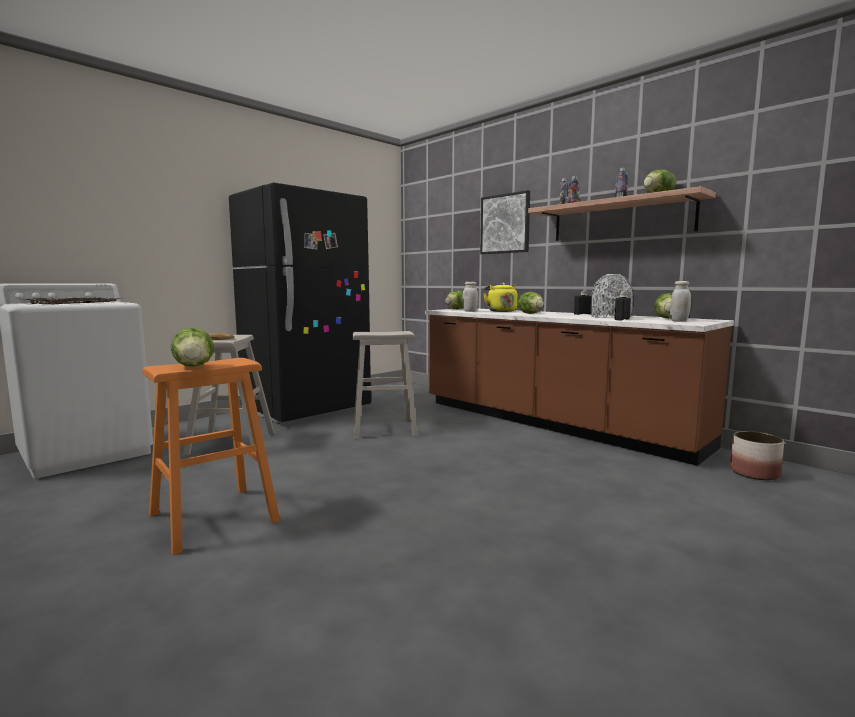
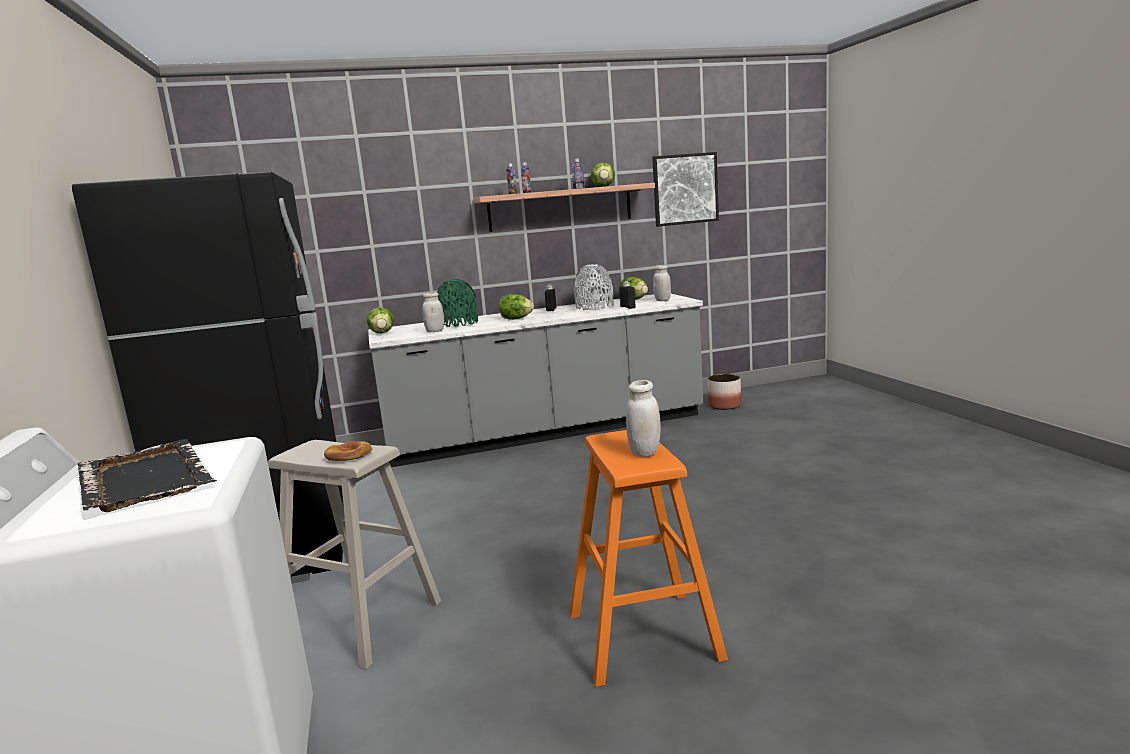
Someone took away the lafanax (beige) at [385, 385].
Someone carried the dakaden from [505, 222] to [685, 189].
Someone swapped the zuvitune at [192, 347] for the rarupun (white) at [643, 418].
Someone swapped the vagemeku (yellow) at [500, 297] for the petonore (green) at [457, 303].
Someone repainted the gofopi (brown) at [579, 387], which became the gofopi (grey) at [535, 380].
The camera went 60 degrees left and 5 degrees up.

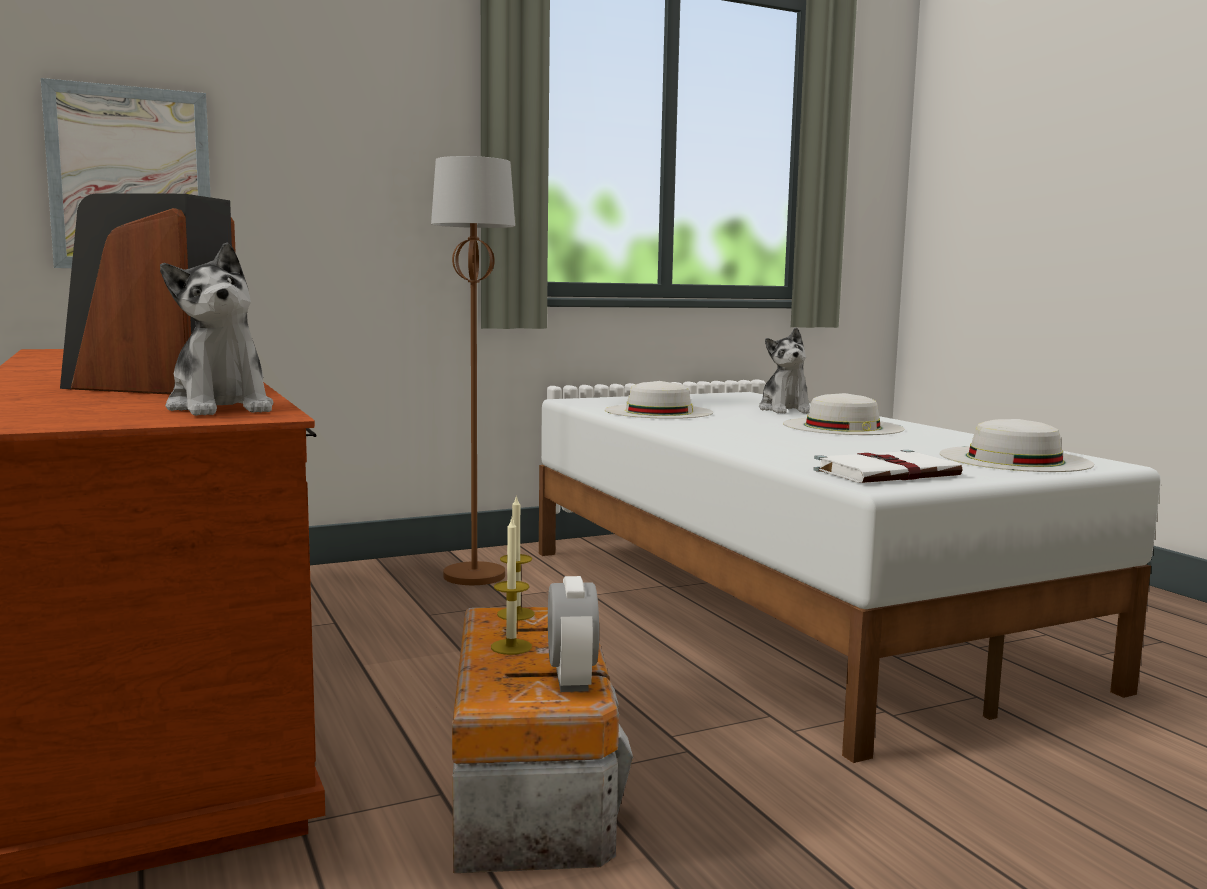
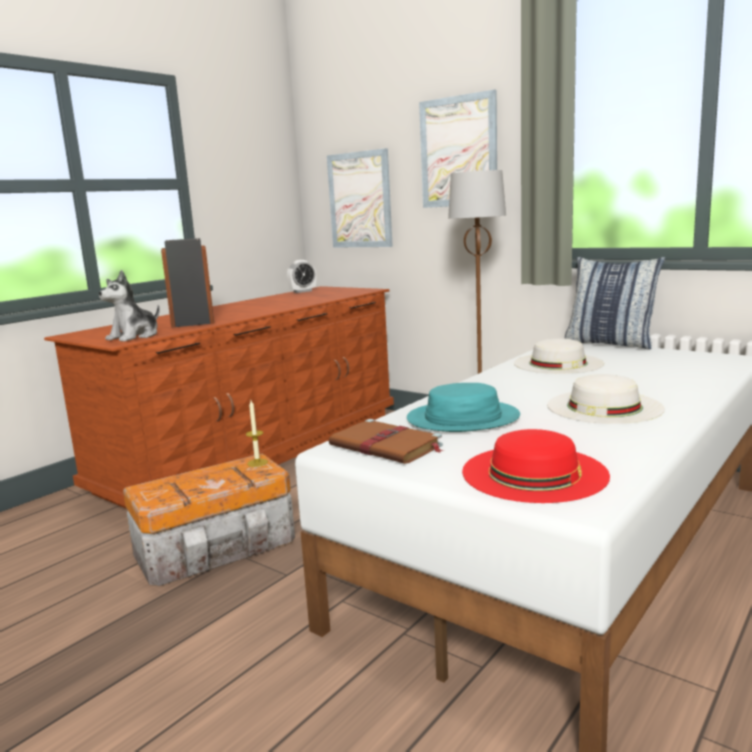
Someone took away the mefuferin at [511, 585].
Someone took away the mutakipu at [784, 370].
Someone put down the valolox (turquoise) at [463, 407].
Someone put up the dakaden at [458, 148].
Someone put down the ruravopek at [615, 303].
Someone carried the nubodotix from [573, 634] to [301, 276].
Someone repainted the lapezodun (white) at [888, 466], which became the lapezodun (brown) at [386, 441].
Someone repainted the valolox (white) at [1017, 445], which became the valolox (red) at [536, 466].
The camera went 65 degrees right and 5 degrees up.

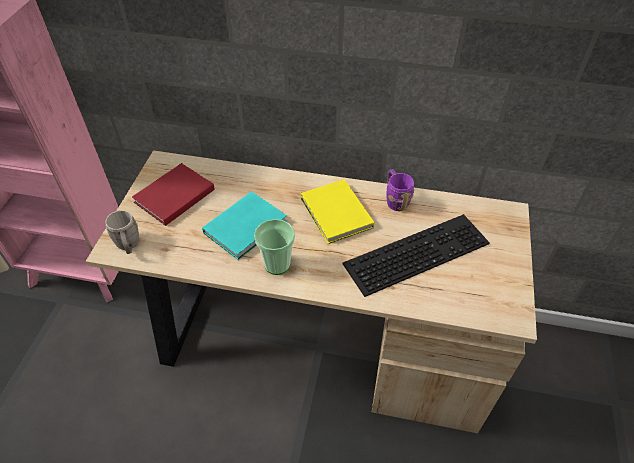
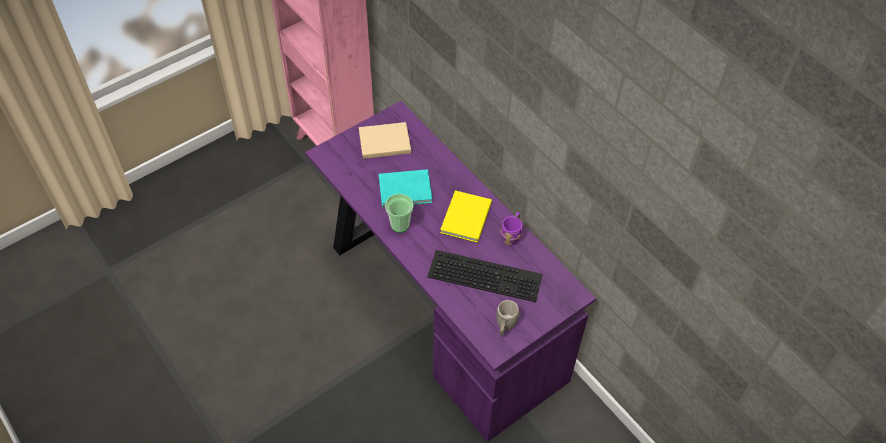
Someone carried the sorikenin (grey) from [122, 232] to [508, 318].
Someone repainted the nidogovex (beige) at [311, 291], which became the nidogovex (purple) at [450, 271].
Someone repainted the lapezodun (red) at [173, 194], which became the lapezodun (beige) at [385, 140].
The camera went 40 degrees right and 5 degrees up.

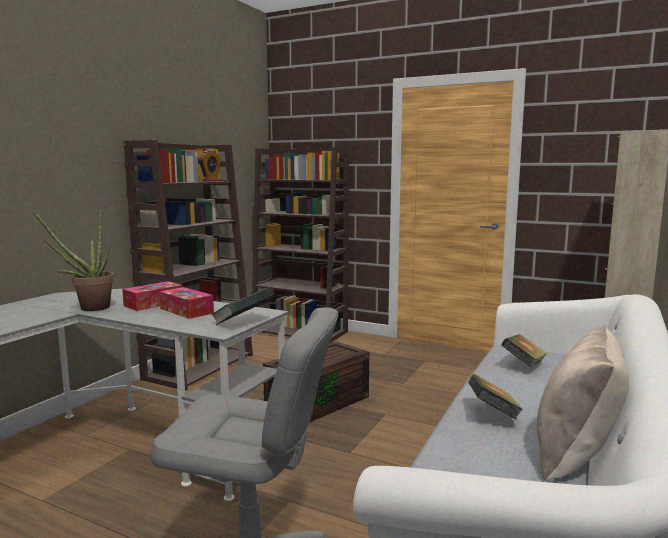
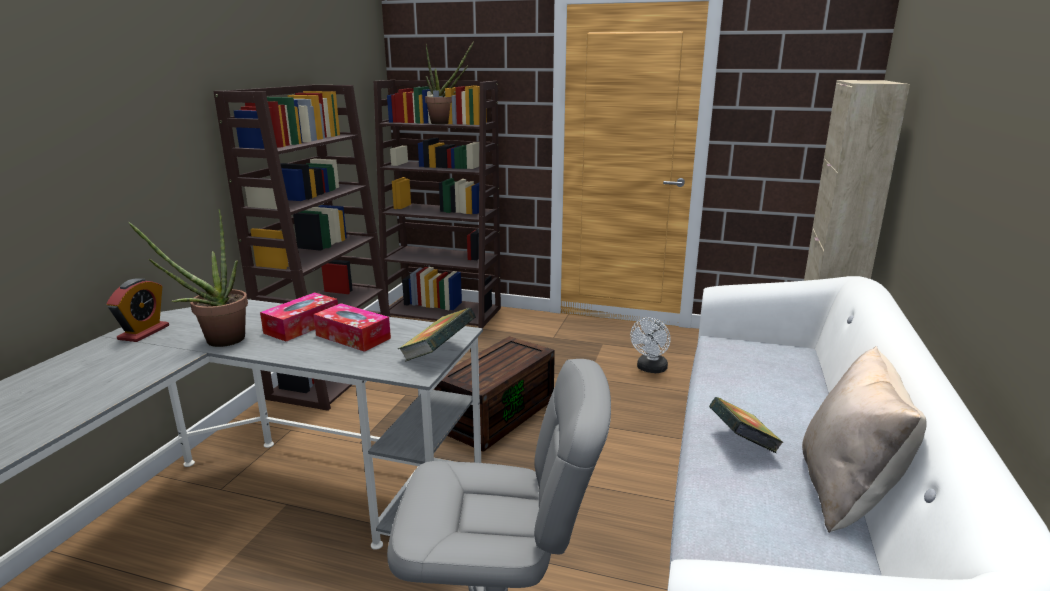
Someone took away the lapezodun at [524, 350].
Someone put down the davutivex at [449, 82].
Someone put down the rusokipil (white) at [650, 345].
Someone carried the nubodotix from [210, 166] to [137, 310].
The camera went 10 degrees left and 10 degrees up.

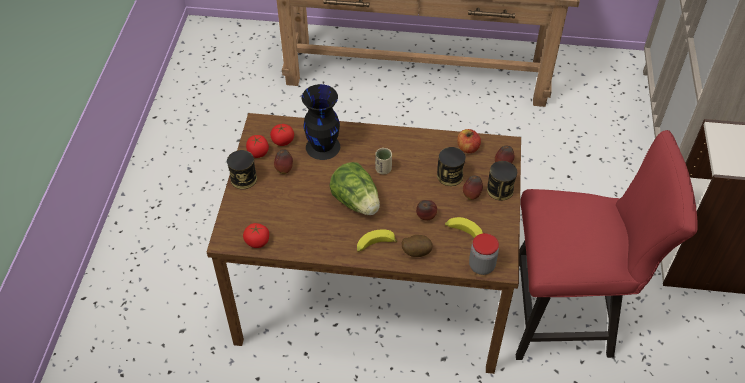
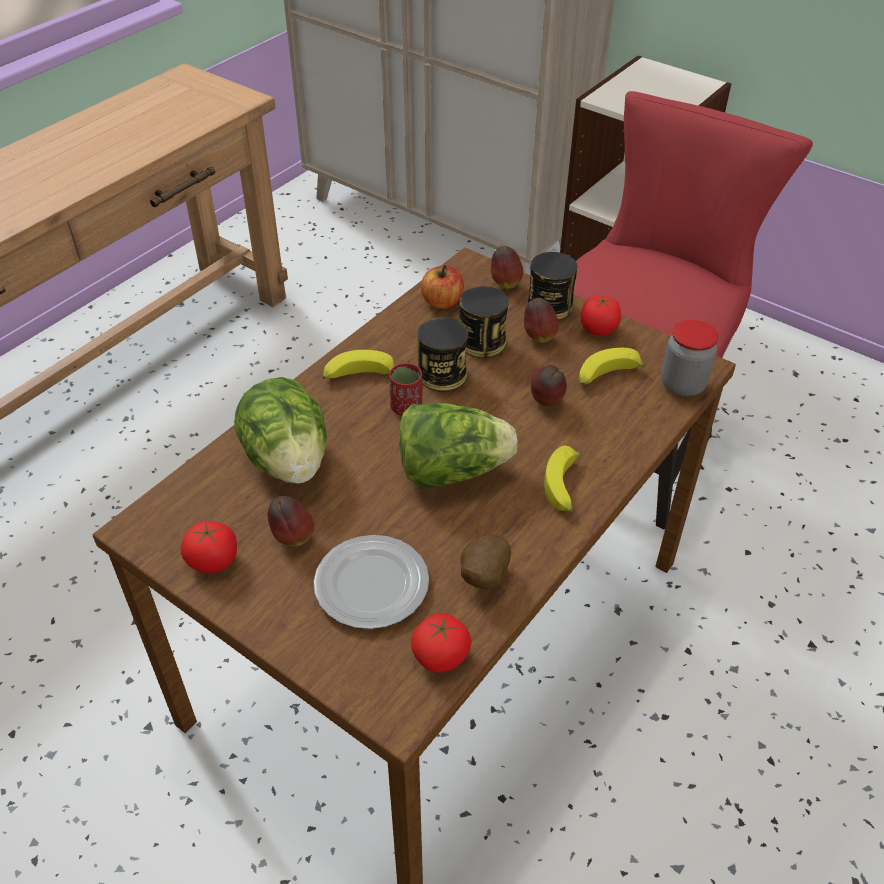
Someone put down the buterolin at [371, 582].
Someone put down the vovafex at [358, 364].
Someone carried the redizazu from [242, 169] to [443, 354].
Someone carried the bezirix from [282, 135] to [601, 315].
Someone carried the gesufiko from [417, 246] to [486, 562].
Someone swapped the petonore (black) at [321, 122] for the zuvitune at [280, 430].
Someone repainted the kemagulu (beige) at [383, 161], which became the kemagulu (red) at [405, 389].
The camera went 60 degrees left and 5 degrees down.

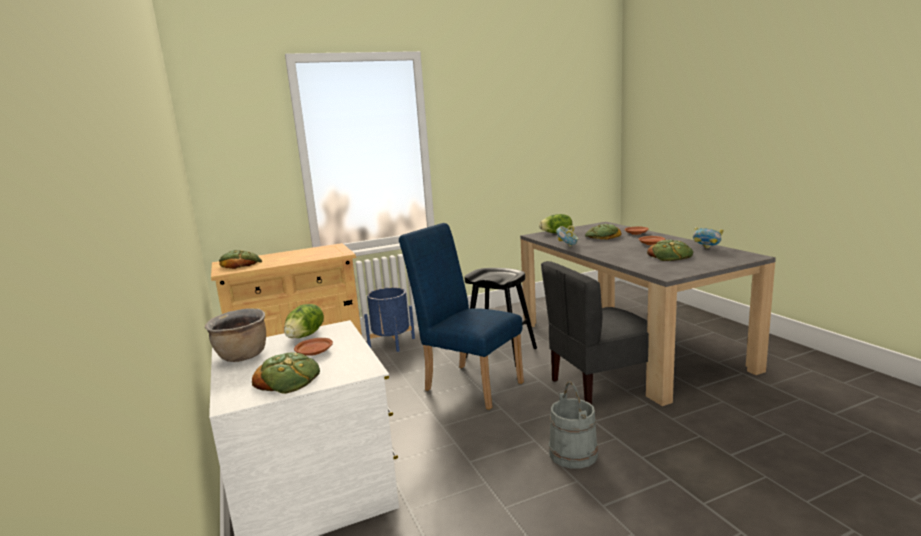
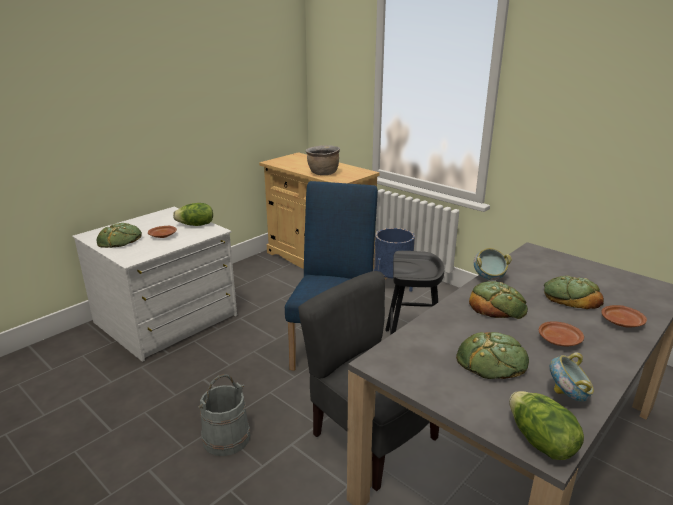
Someone carried the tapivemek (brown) from [235, 335] to [323, 160].
Someone carried the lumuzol from [240, 259] to [498, 300].
Someone carried the zuvitune from [555, 223] to [546, 425].
The camera went 65 degrees right and 10 degrees up.

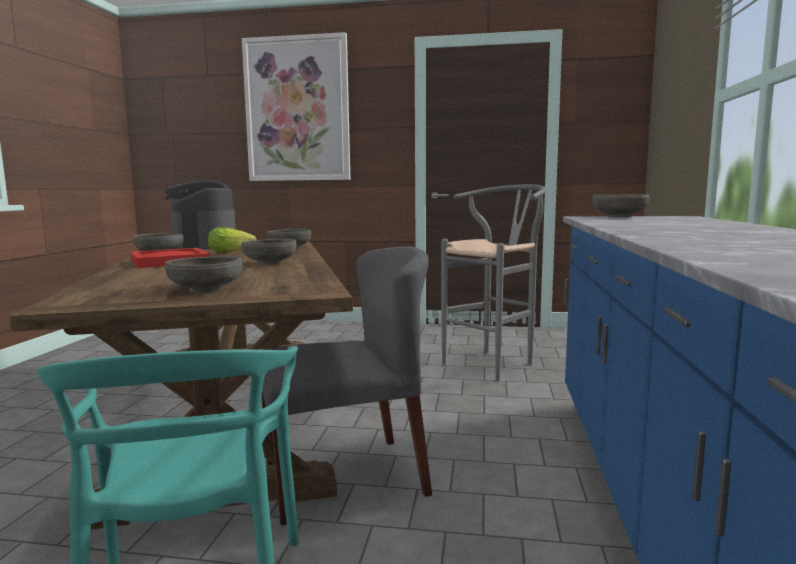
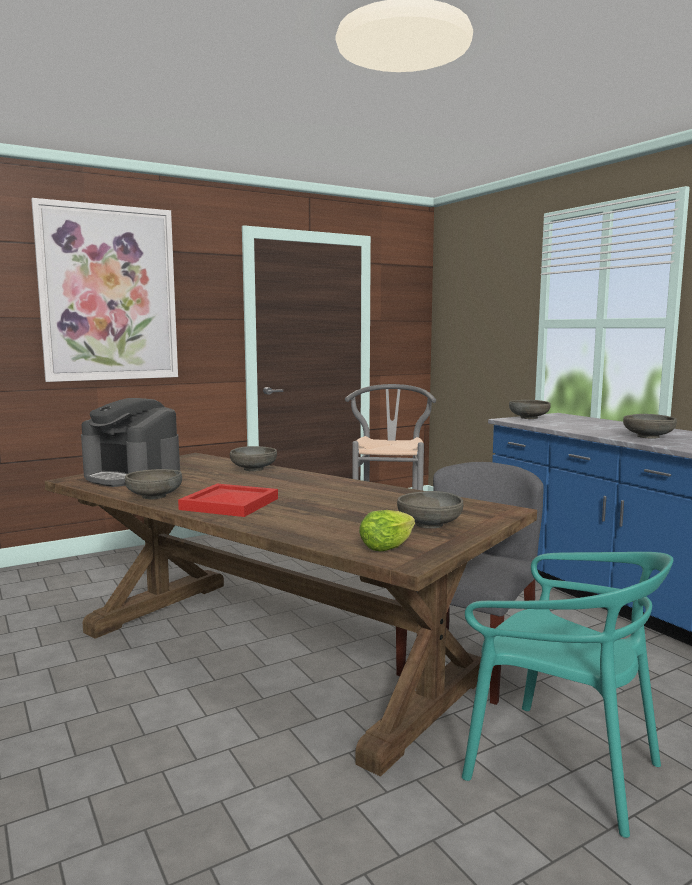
Someone carried the zuvitune from [232, 239] to [387, 531].
Someone carried the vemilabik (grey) from [269, 252] to [650, 426].
The camera went 40 degrees left and 0 degrees up.

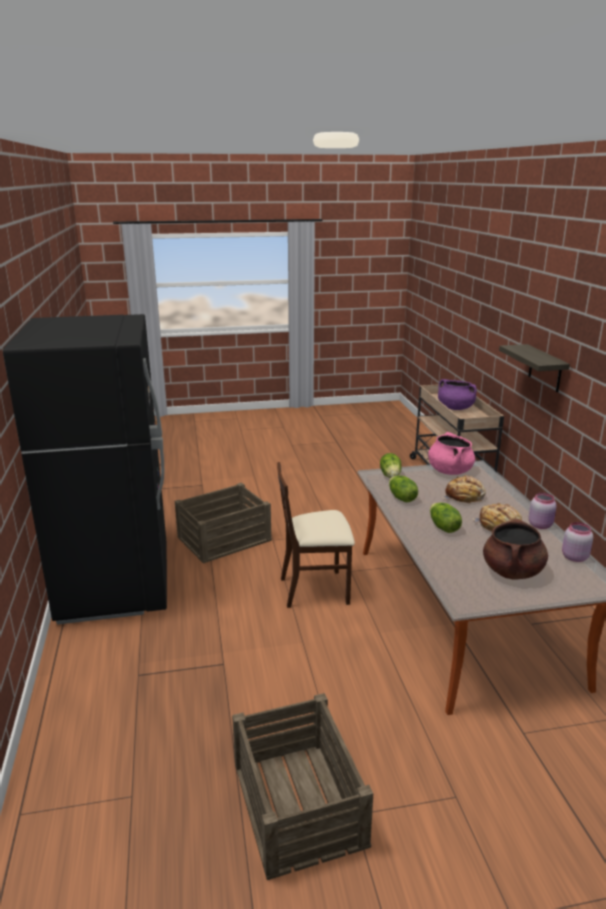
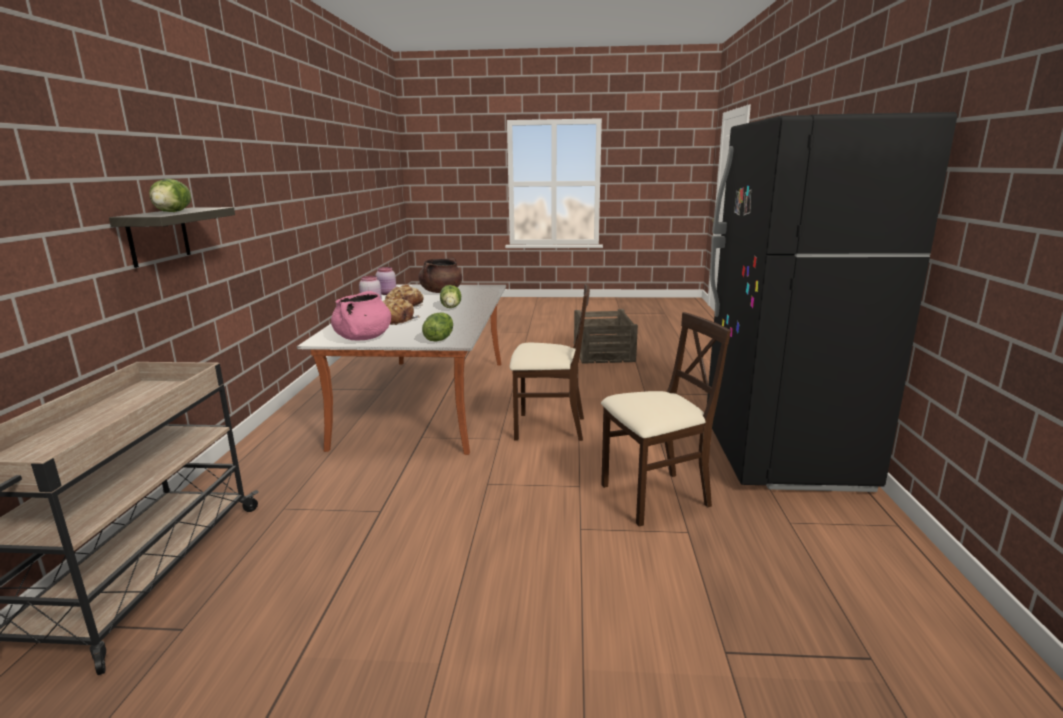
Someone took away the tapivemek (purple) at [457, 394].
Someone carried the zuvitune from [403, 488] to [170, 195].
Someone swapped the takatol at [223, 522] for the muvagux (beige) at [666, 419].
The camera went 165 degrees left and 5 degrees down.

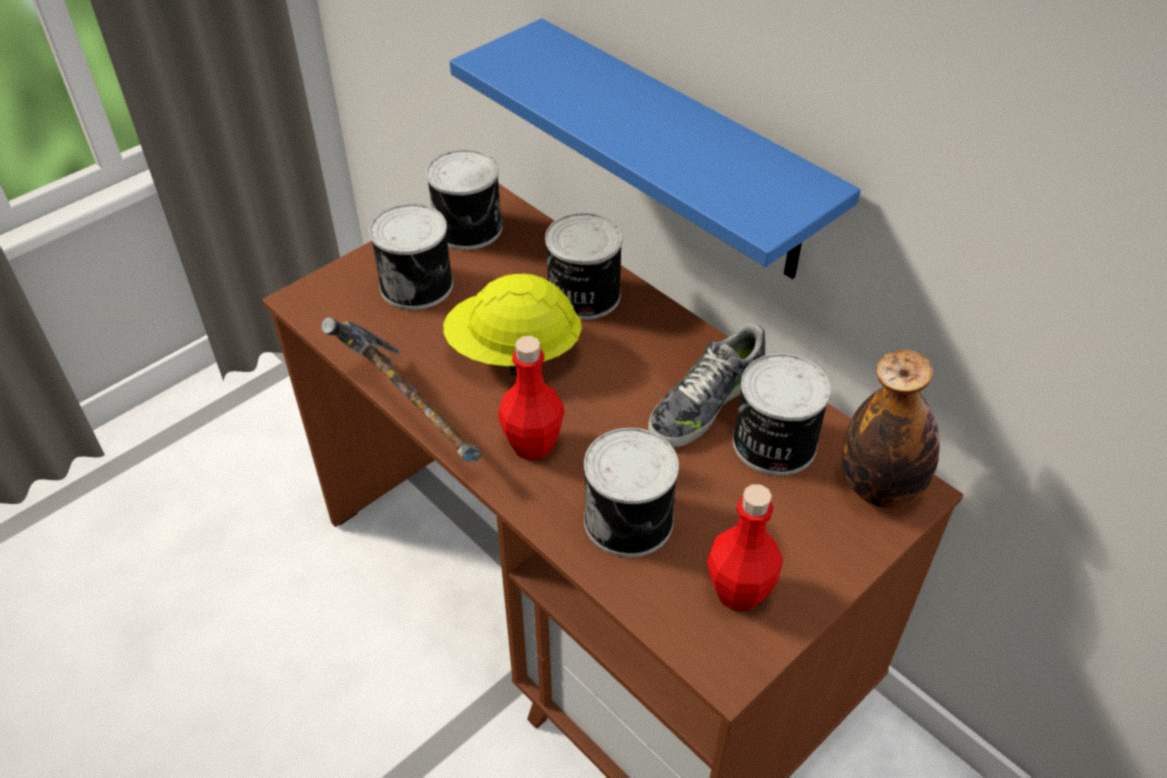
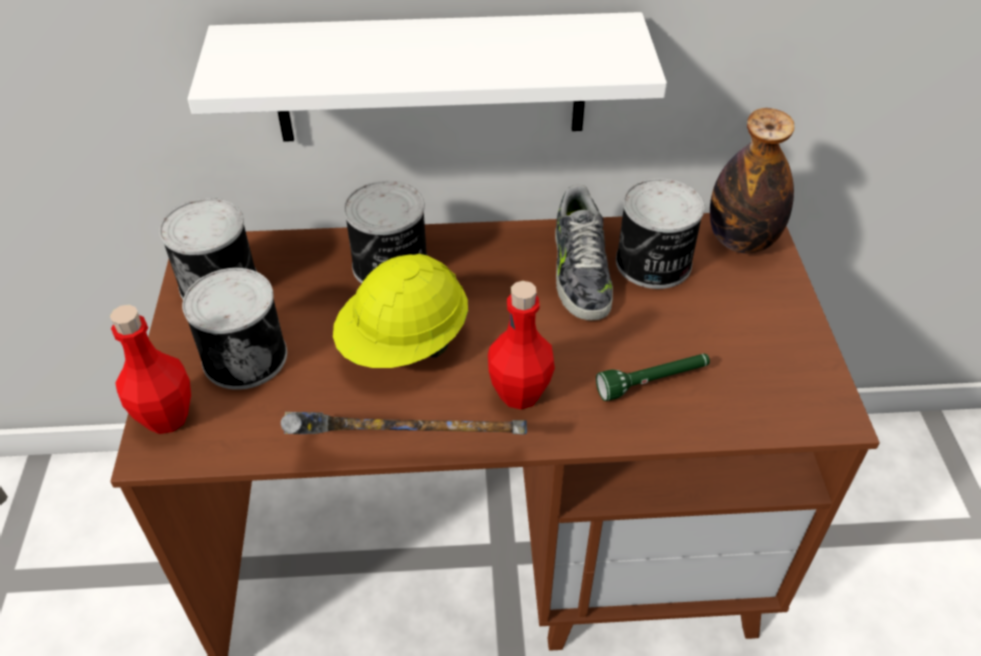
Someone carried the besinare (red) from [745, 547] to [150, 369].
Someone swapped the redizazu at [631, 492] for the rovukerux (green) at [653, 377].
Someone repainted the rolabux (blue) at [655, 148], which became the rolabux (white) at [427, 77].
The camera went 50 degrees left and 0 degrees up.

